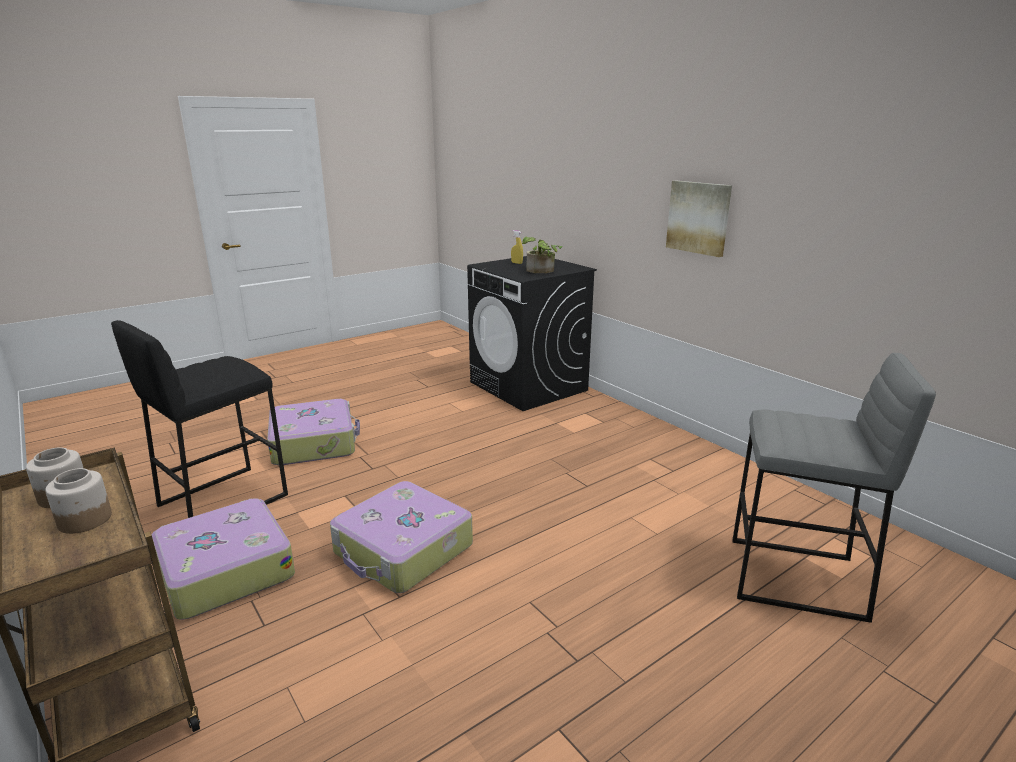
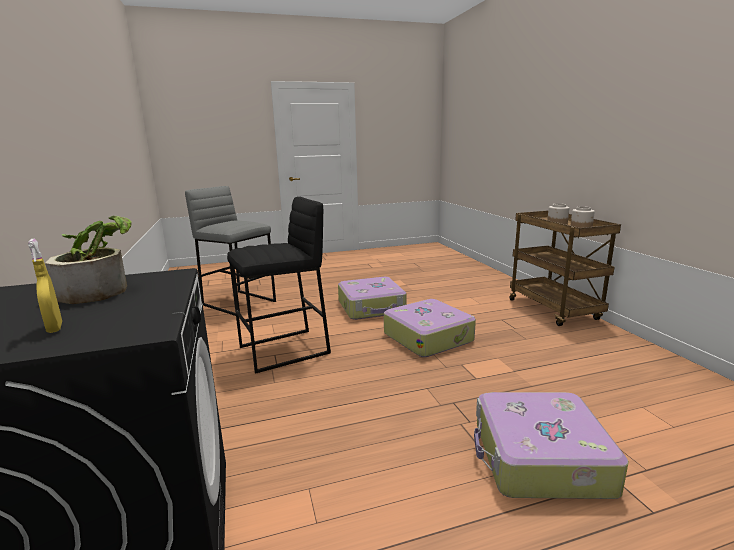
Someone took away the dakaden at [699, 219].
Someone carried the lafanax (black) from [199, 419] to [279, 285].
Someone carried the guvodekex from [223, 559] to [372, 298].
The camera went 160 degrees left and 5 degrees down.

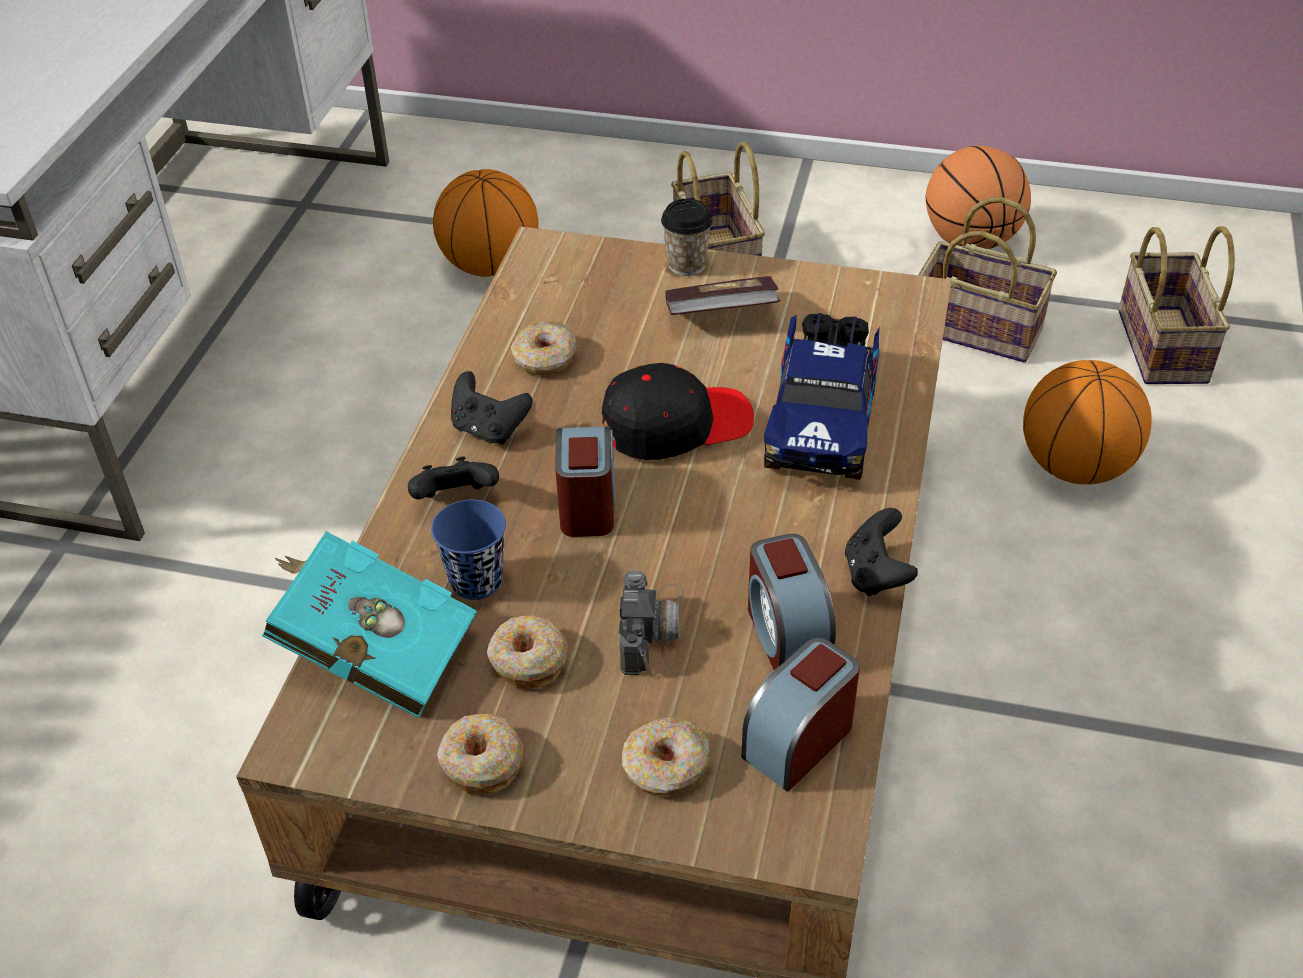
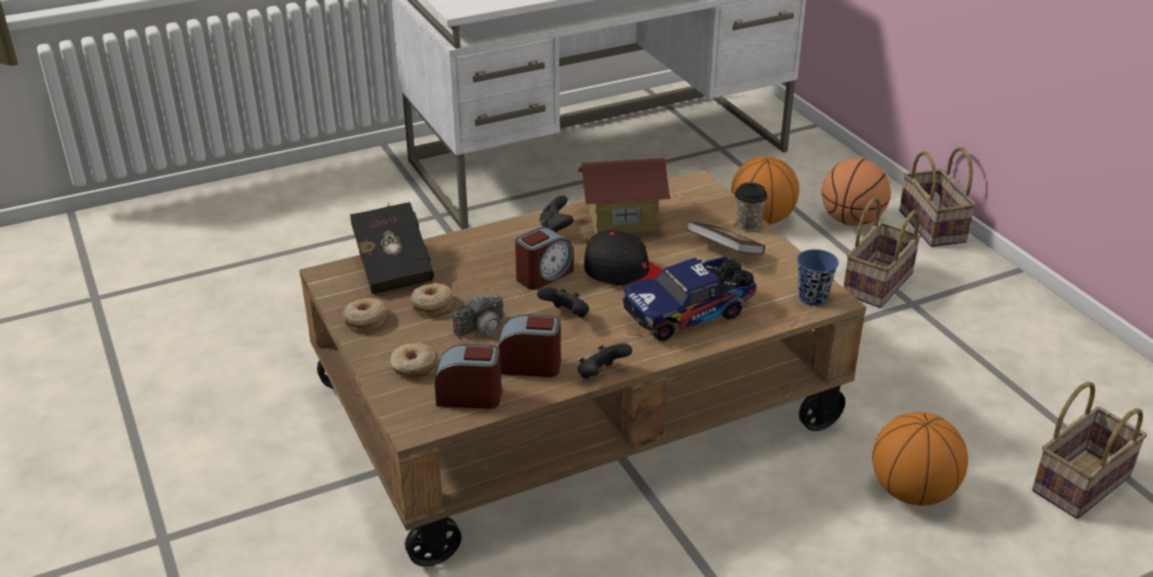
Someone carried the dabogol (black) from [453, 478] to [563, 302].
Someone carried the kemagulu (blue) from [468, 550] to [818, 277].
Someone carried the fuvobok from [987, 279] to [937, 197].
Someone carried the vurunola from [978, 197] to [856, 192].
Someone swapped the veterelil at [544, 348] for the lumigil at [624, 196].
Someone repainted the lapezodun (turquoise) at [369, 624], which became the lapezodun (black) at [392, 248].
Someone rotated the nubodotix at [792, 602] by 60 degrees clockwise.
The camera went 50 degrees right and 10 degrees down.

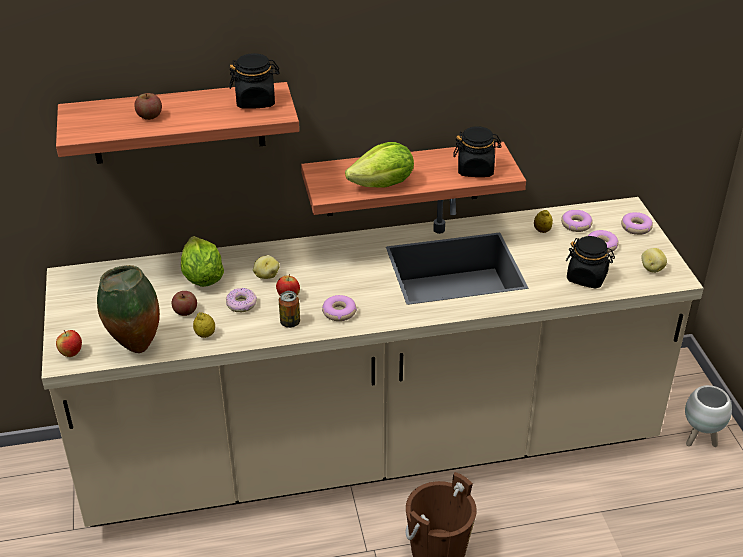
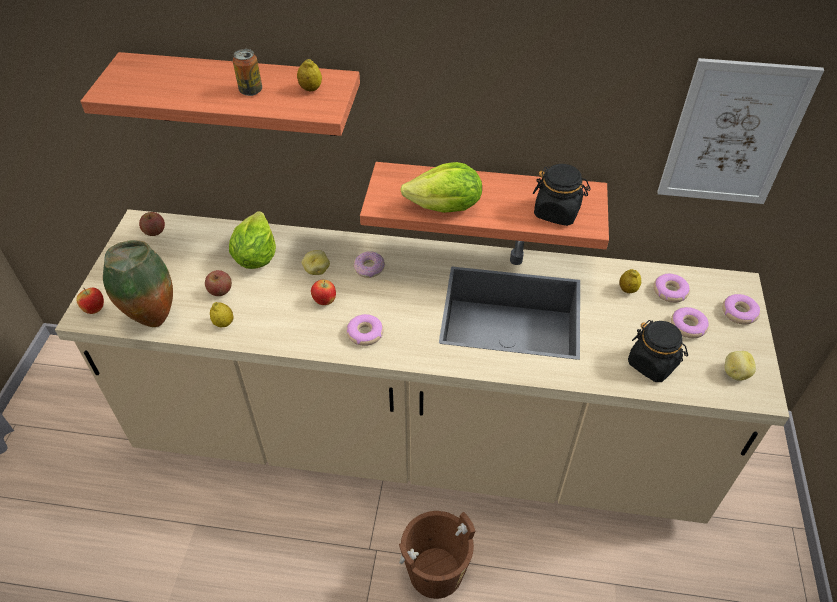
Someone took away the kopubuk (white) at [708, 416].
Someone put up the dakaden at [740, 131].
Someone carried the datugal from [148, 106] to [152, 224].
Someone carried the veterelil from [241, 300] to [369, 264].
Someone carried the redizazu from [289, 309] to [247, 72].
Someone swapped the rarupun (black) at [254, 81] for the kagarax at [309, 75].
The camera went 20 degrees right and 10 degrees up.

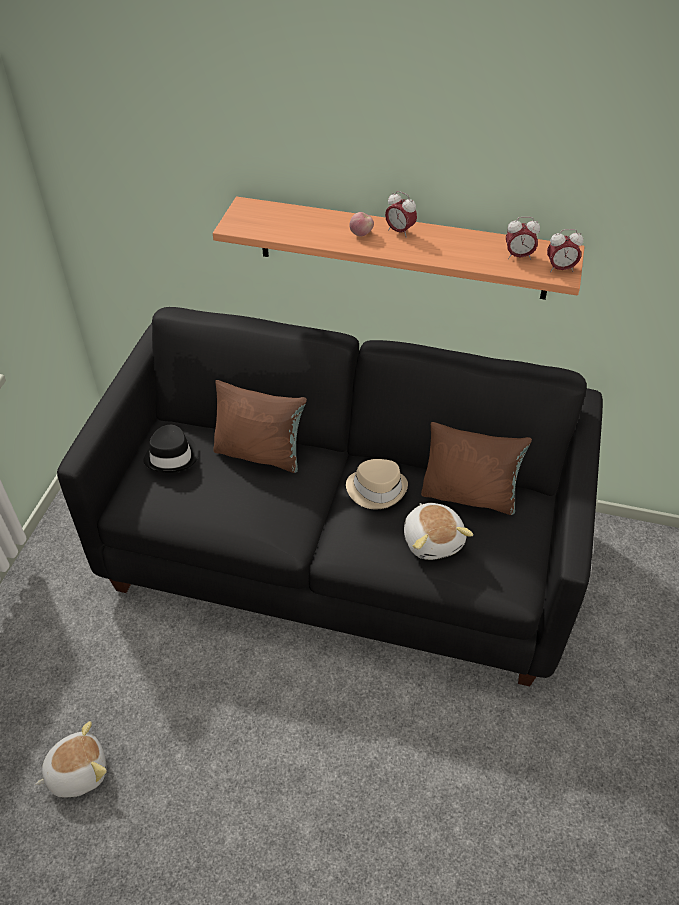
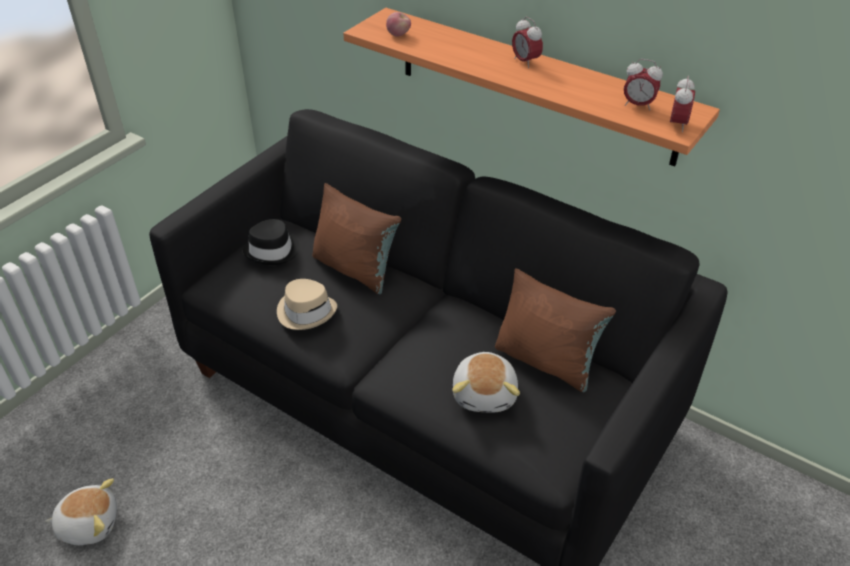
Someone carried the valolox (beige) from [377, 484] to [307, 304].
Someone carried the datugal from [361, 224] to [398, 24].
Someone rotated the nubodotix at [565, 251] by 90 degrees counterclockwise.
The camera went 20 degrees right and 5 degrees down.

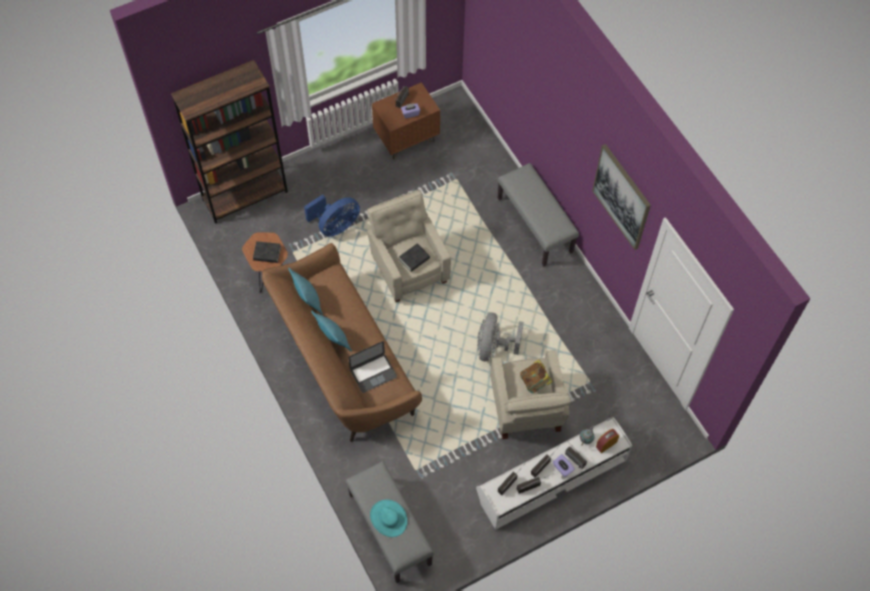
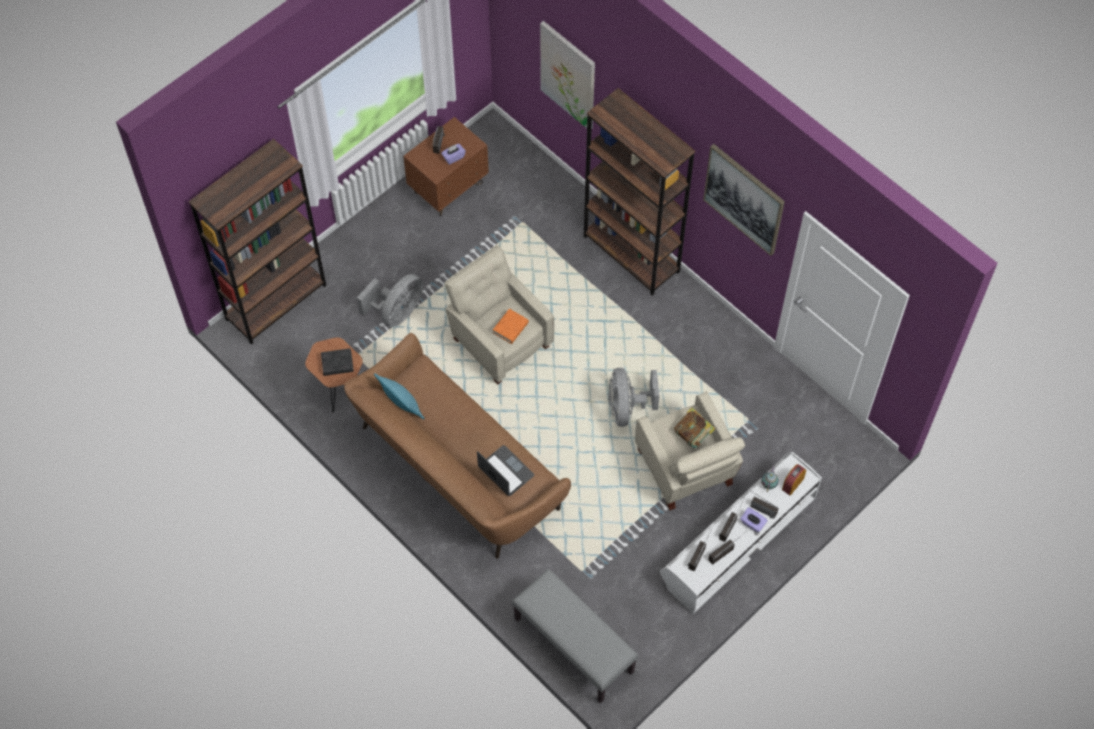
Someone took away the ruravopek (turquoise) at [331, 331].
Someone took away the valolox (turquoise) at [388, 518].
Someone put up the dakaden at [567, 75].
Someone swapped the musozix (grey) at [538, 214] for the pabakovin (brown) at [639, 191].
Someone repainted the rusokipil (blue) at [332, 216], which became the rusokipil (grey) at [390, 300].
Someone repainted the lapezodun (black) at [414, 257], which became the lapezodun (orange) at [511, 326].
Someone rotated the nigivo at [372, 367] by 90 degrees counterclockwise.
The camera went 15 degrees left and 0 degrees up.

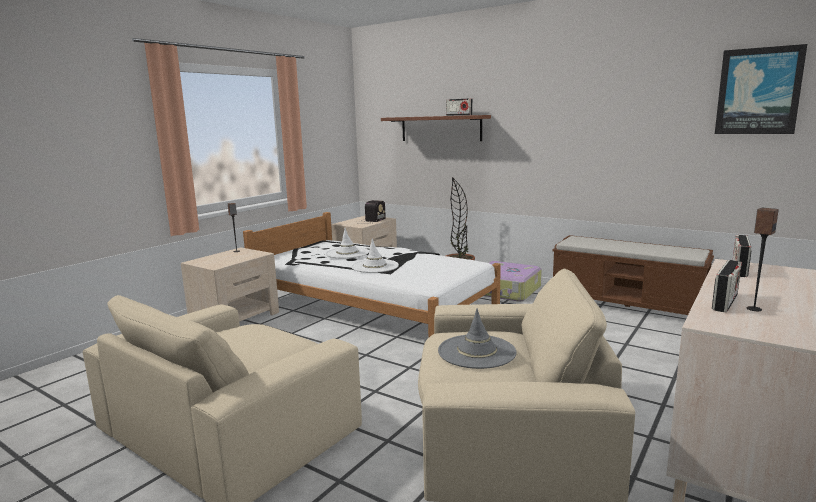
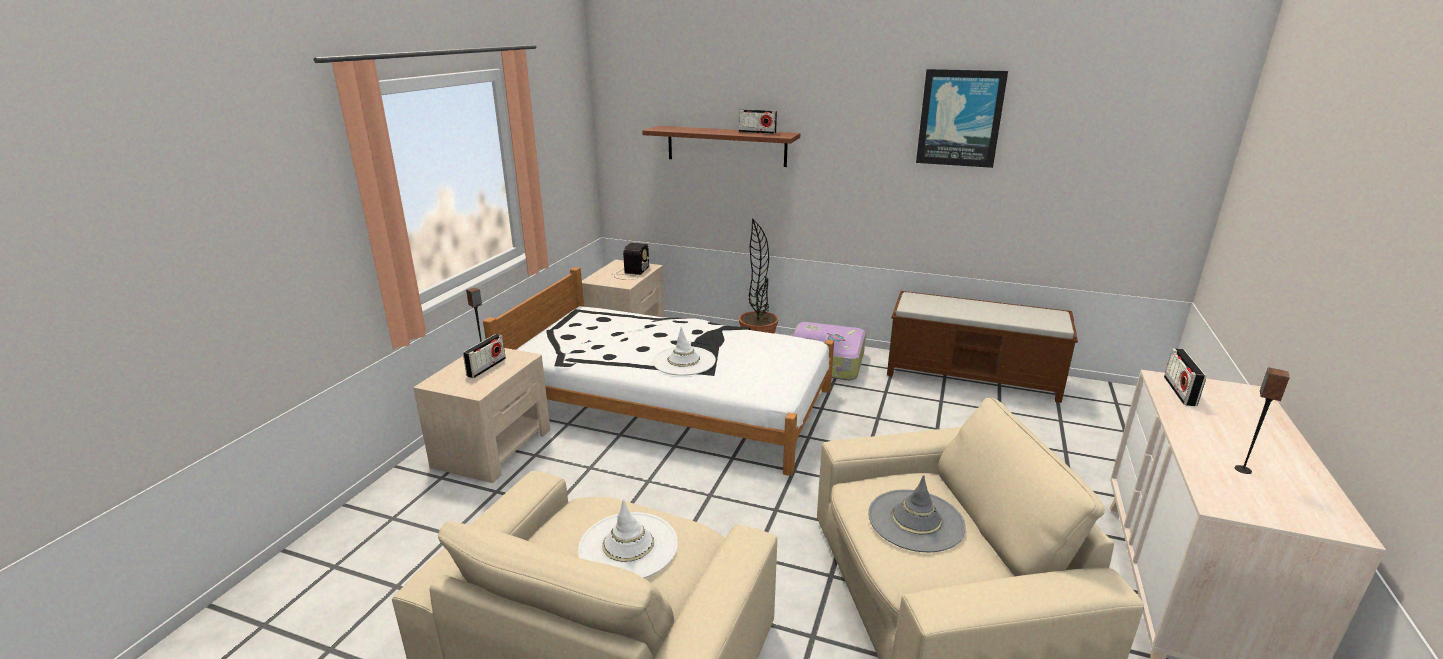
Someone carried the valolox (white) from [347, 243] to [628, 538].
Someone carried the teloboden from [727, 286] to [484, 356].
Someone carried the dakaden from [761, 89] to [962, 118].
The camera went 15 degrees left and 10 degrees up.

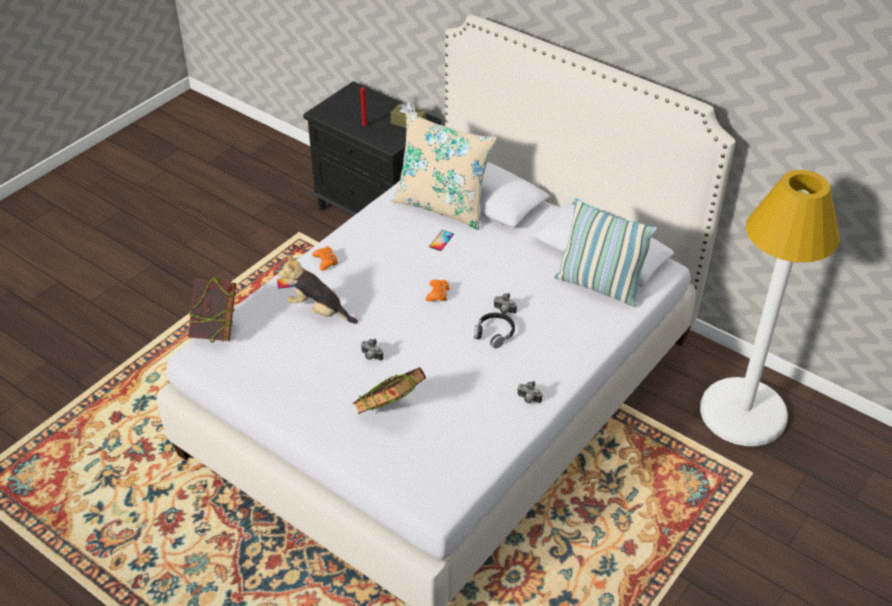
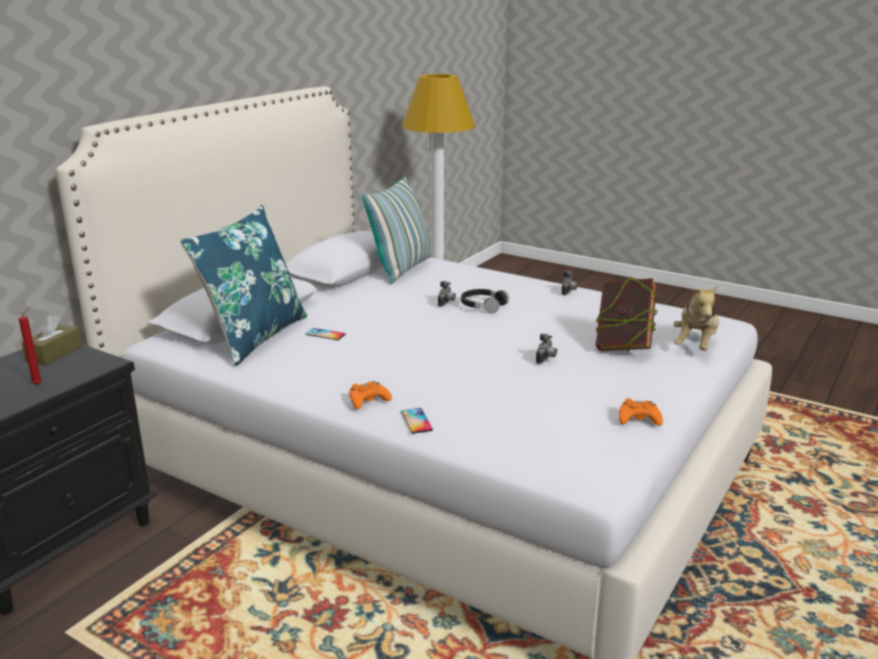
Someone took away the lapezodun at [212, 309].
Someone carried the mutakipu from [318, 289] to [696, 318].
Someone carried the dabogol (orange) from [437, 290] to [641, 412].
Someone repainted the ruravopek (beige) at [444, 170], which became the ruravopek (blue) at [243, 285].
The camera went 95 degrees left and 20 degrees down.

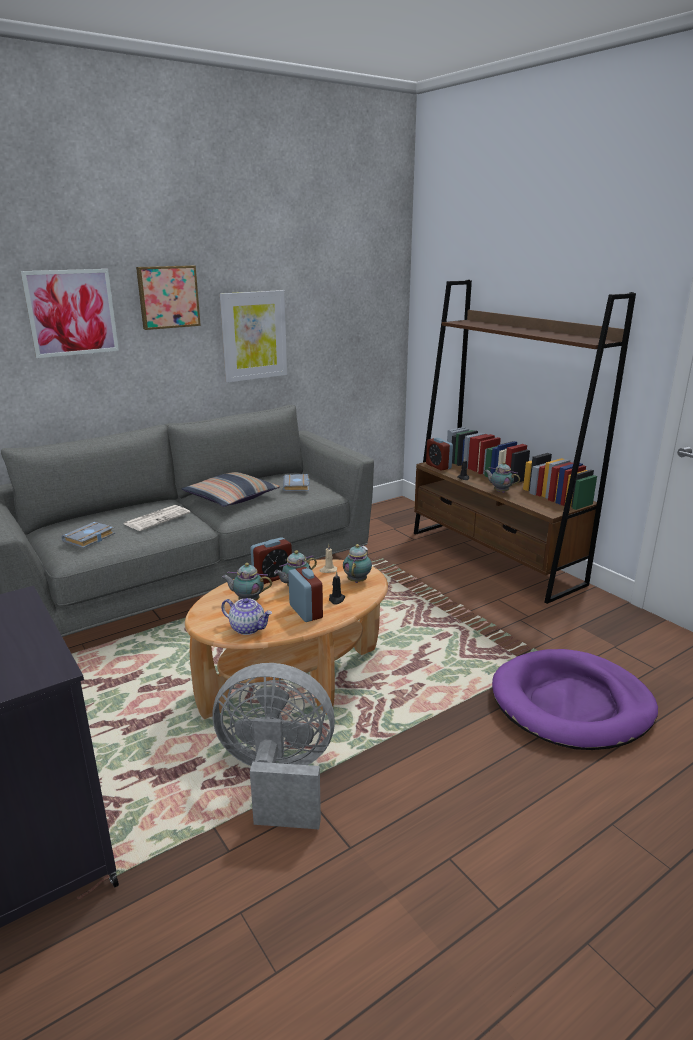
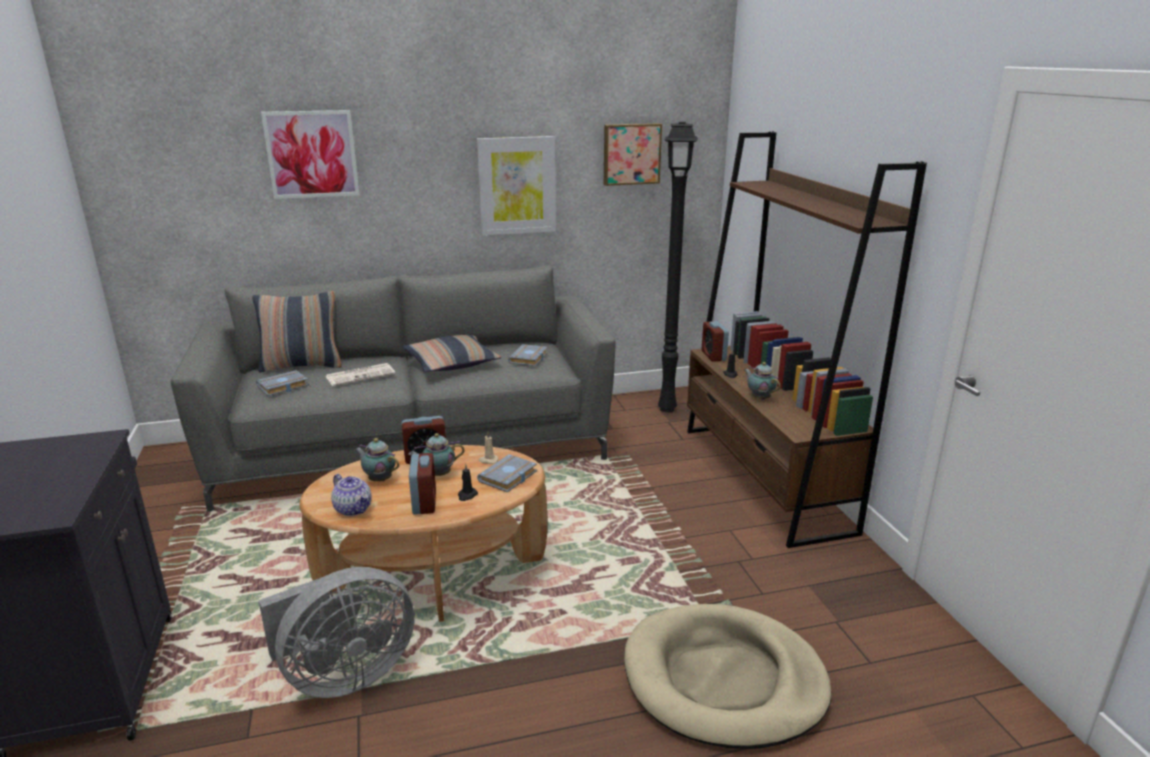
Someone put down the ruravopek at [297, 331].
Someone put down the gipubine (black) at [678, 267].
Someone carried the dakaden from [168, 297] to [633, 154].
Someone swapped the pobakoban at [357, 563] for the lapezodun (grey) at [507, 473].
Someone repainted the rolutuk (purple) at [575, 699], which became the rolutuk (beige) at [727, 676].
Someone rotated the rusokipil (grey) at [273, 746] by 120 degrees clockwise.
The camera went 20 degrees right and 0 degrees up.

